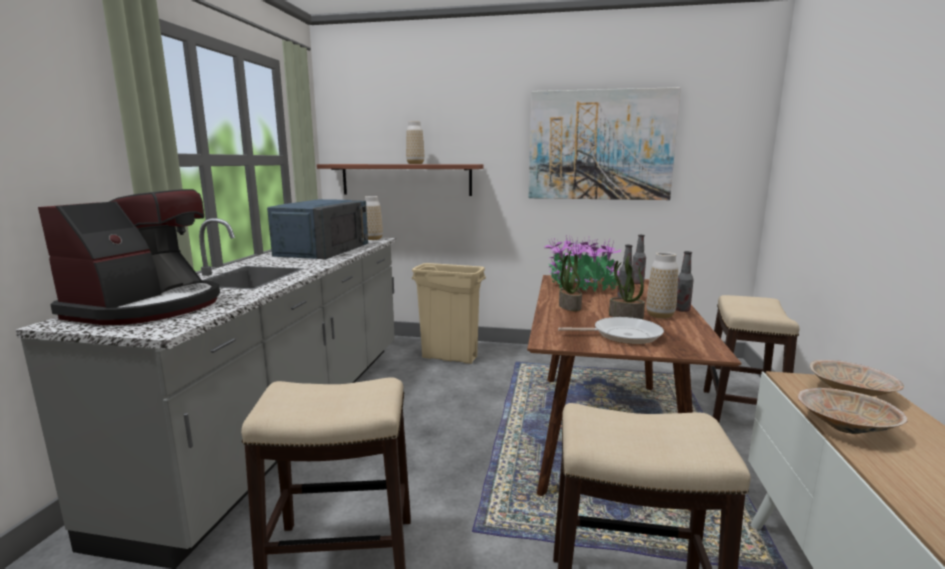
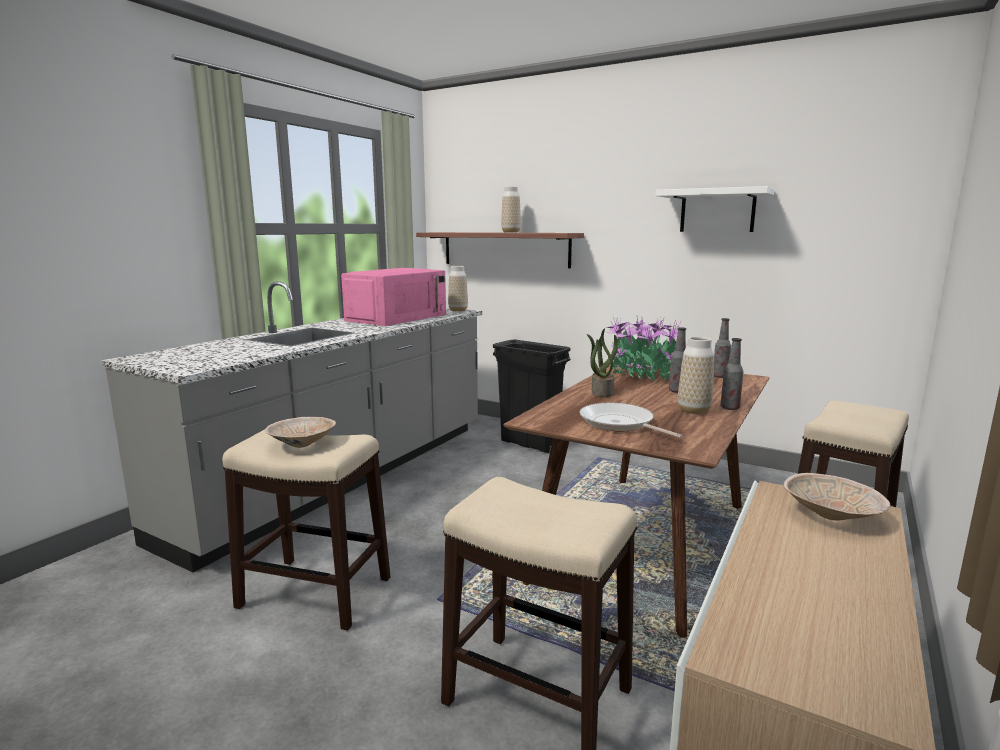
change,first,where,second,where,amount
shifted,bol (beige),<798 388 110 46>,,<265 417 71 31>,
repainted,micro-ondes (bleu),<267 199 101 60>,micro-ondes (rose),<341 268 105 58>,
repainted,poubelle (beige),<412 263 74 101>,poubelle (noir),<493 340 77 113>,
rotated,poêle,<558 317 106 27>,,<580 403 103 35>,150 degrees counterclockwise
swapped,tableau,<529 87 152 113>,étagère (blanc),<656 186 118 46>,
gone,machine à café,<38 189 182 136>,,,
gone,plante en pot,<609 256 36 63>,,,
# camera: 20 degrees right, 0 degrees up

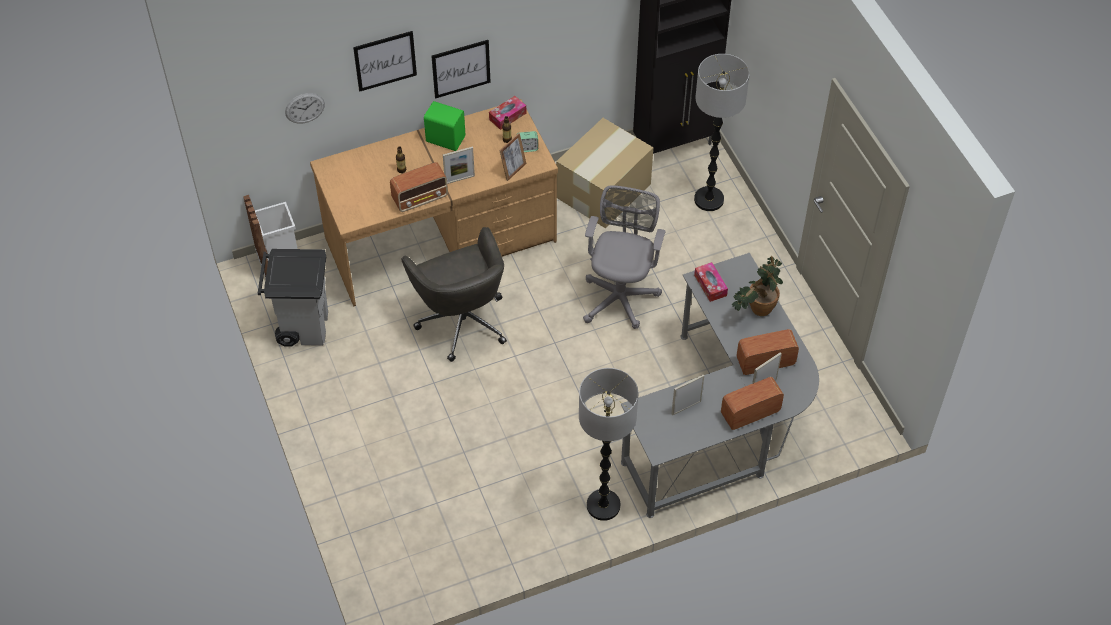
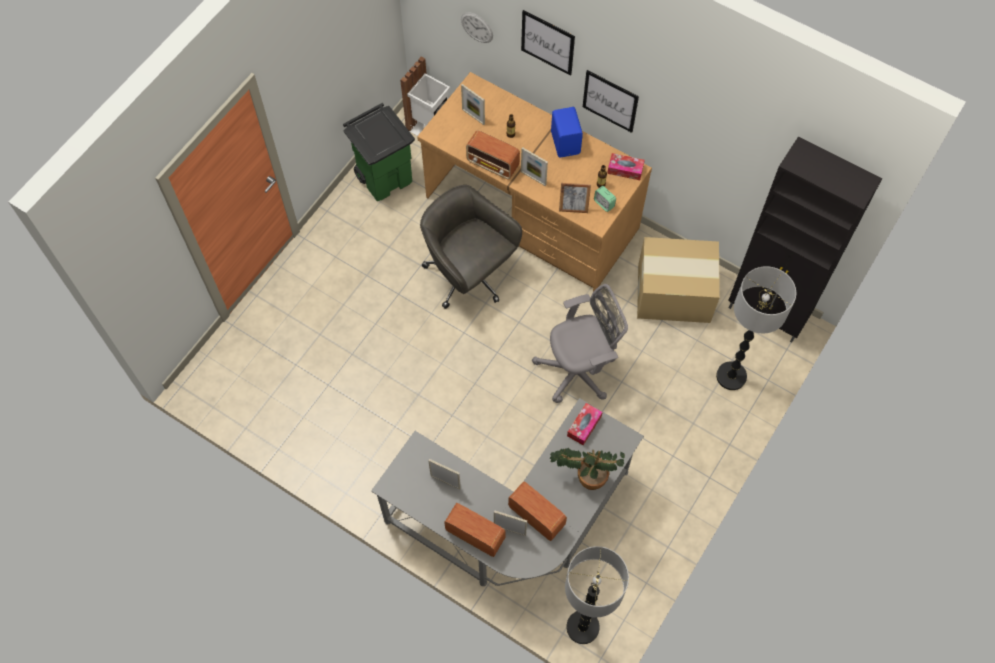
change,first,where,second,where,amount
repainted,poubelle (gris),<258 249 70 97>,poubelle (vert),<343 103 72 98>,
rotated,chaise de bureau (gris),<401 227 106 135>,,<420 185 102 124>,105 degrees clockwise
new,,,cadre photo,<461 84 24 41>,
repainted,enceinte (vert),<424 101 41 50>,enceinte (bleu),<551 107 32 50>,
shifted,lampadaire,<579 368 59 153>,,<565 546 64 98>,
# camera: 55 degrees right, 10 degrees up

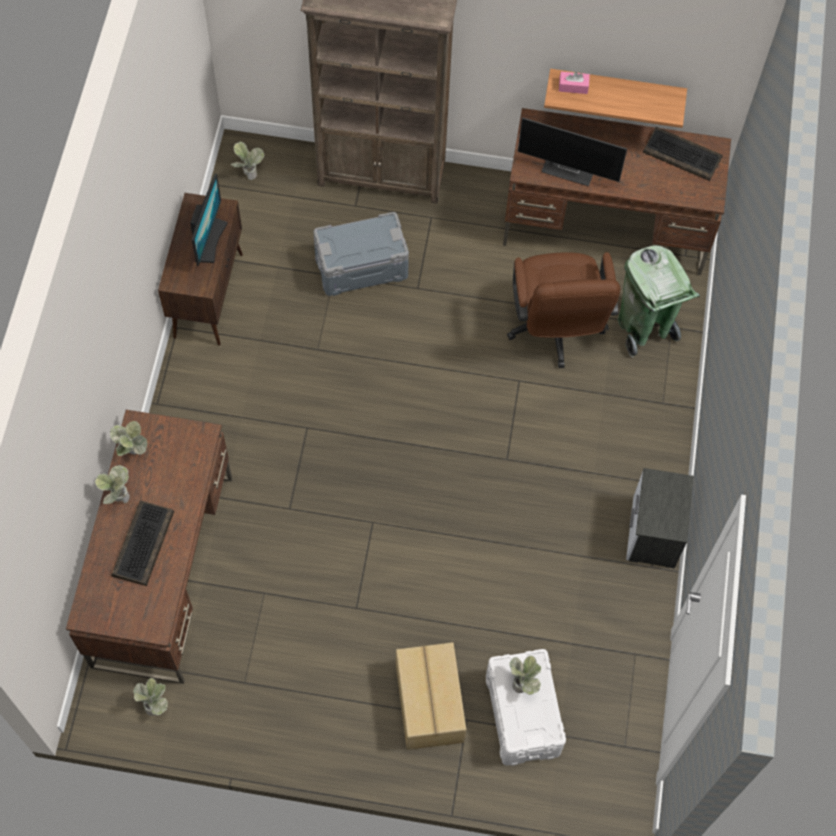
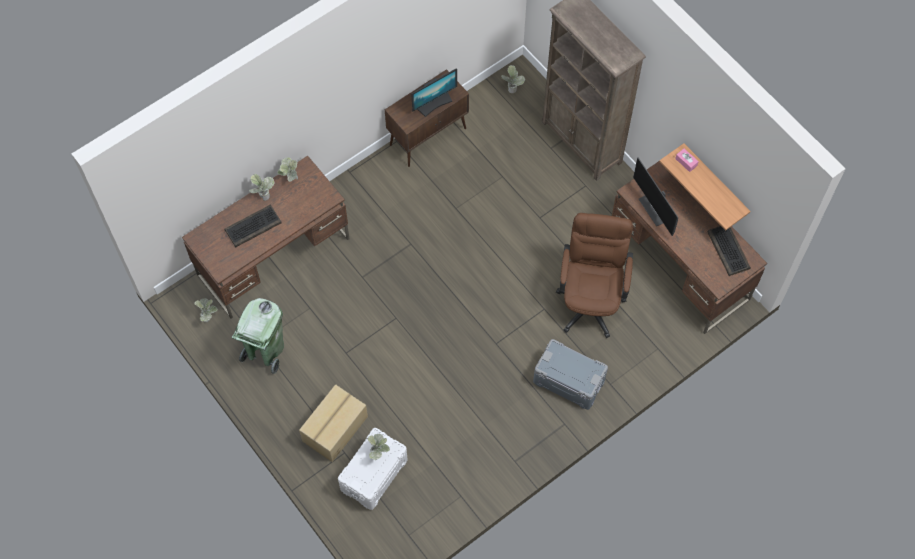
change,first,where,second,where,amount
shifted,poubelle (vert),<618 245 82 113>,,<232 298 52 76>,
shifted,boîte de rangement (gris),<313 212 96 84>,,<533 339 75 71>,
rotated,chaise de bureau (marron),<507 252 113 116>,,<556 213 77 125>,150 degrees clockwise
gone,table de chevet,<626 468 68 100>,,,
# camera: 45 degrees right, 0 degrees up

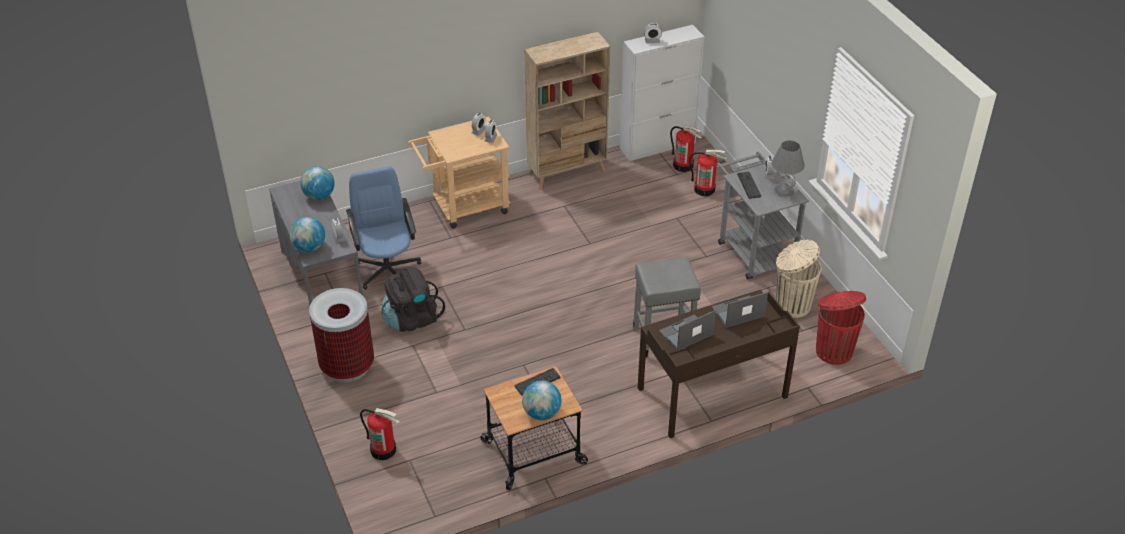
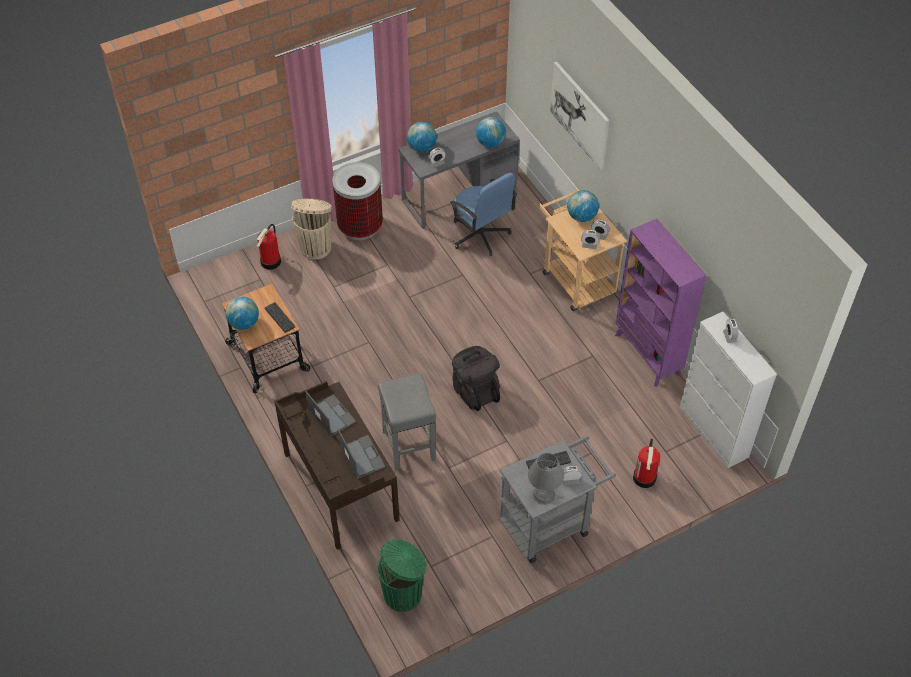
change,first,where,second,where,amount
shifted,poubelle (beige),<776 240 45 78>,,<291 199 41 61>,
repainted,poubelle (rouge),<816 291 50 74>,poubelle (vert),<377 539 50 73>,
rotated,chaise de bureau (bleu),<346 166 75 124>,,<450 173 67 83>,75 degrees clockwise
shifted,sac à dos (noir),<381 266 64 66>,,<452 346 48 65>,
new,,,tableau,<550 62 59 108>,
new,,,globe,<567 190 32 32>,
repainted,bibliothèque (beige),<524 31 86 159>,bibliothèque (violet),<615 219 91 168>,
gone,extincteur,<670 126 32 46>,,,
# camera: 85 degrees right, 10 degrees up

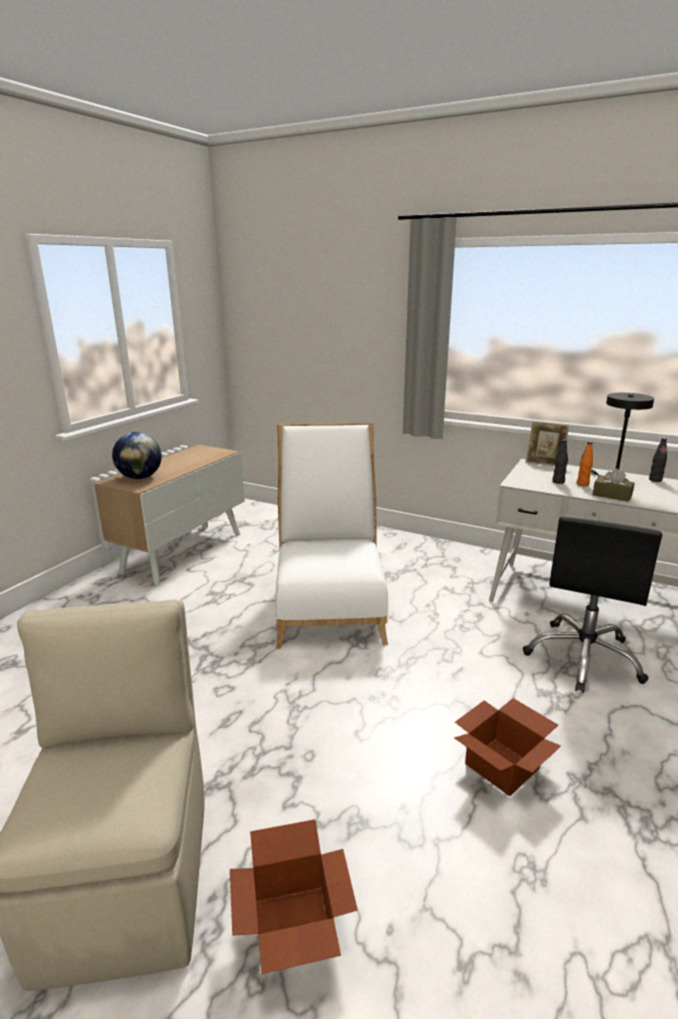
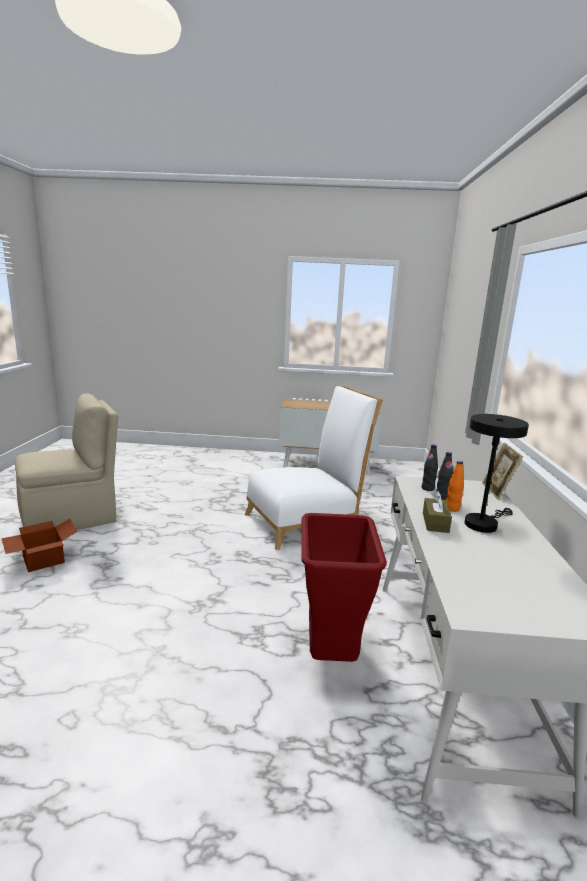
change,first,where,second,where,amount
swapped,chaise de bureau (noir),<523 516 139 177>,poubelle (rouge),<302 513 85 149>,
shifted,bouteille (noir),<649 438 18 44>,,<422 444 16 47>,
gone,globe,<112 432 50 47>,,,
gone,carton,<454 698 107 98>,,,
# camera: 65 degrees right, 5 degrees down

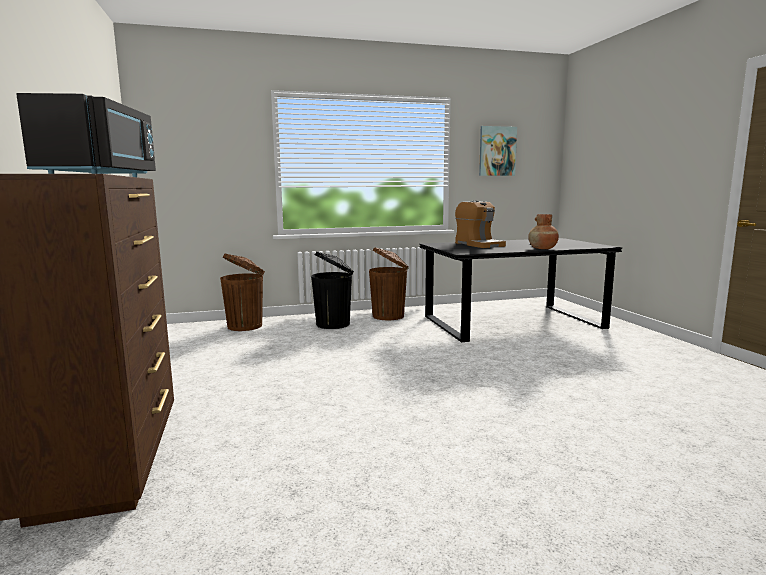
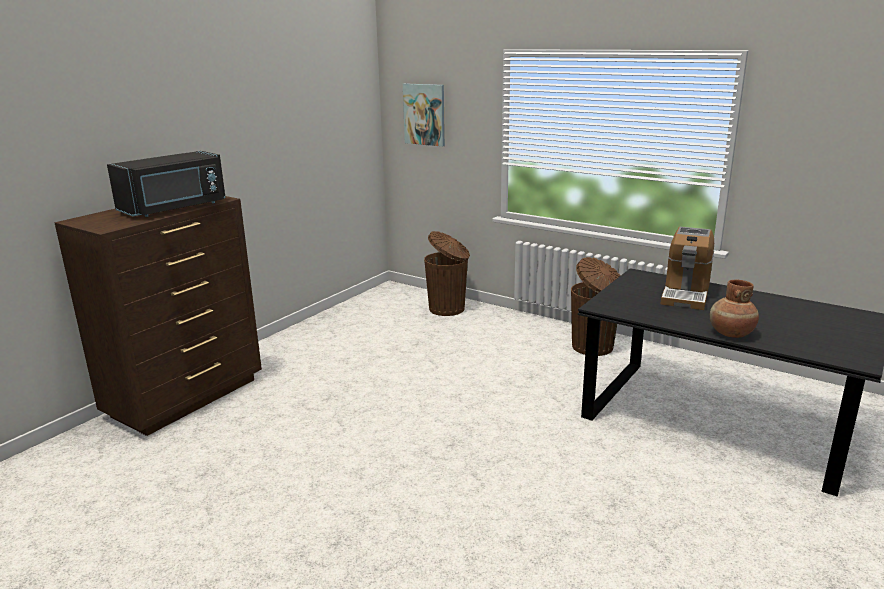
change,first,where,second,where,amount
shifted,tableau,<479 126 38 50>,,<403 83 42 64>,
gone,poubelle (noir),<311 252 43 77>,,,
# camera: 50 degrees right, 10 degrees up

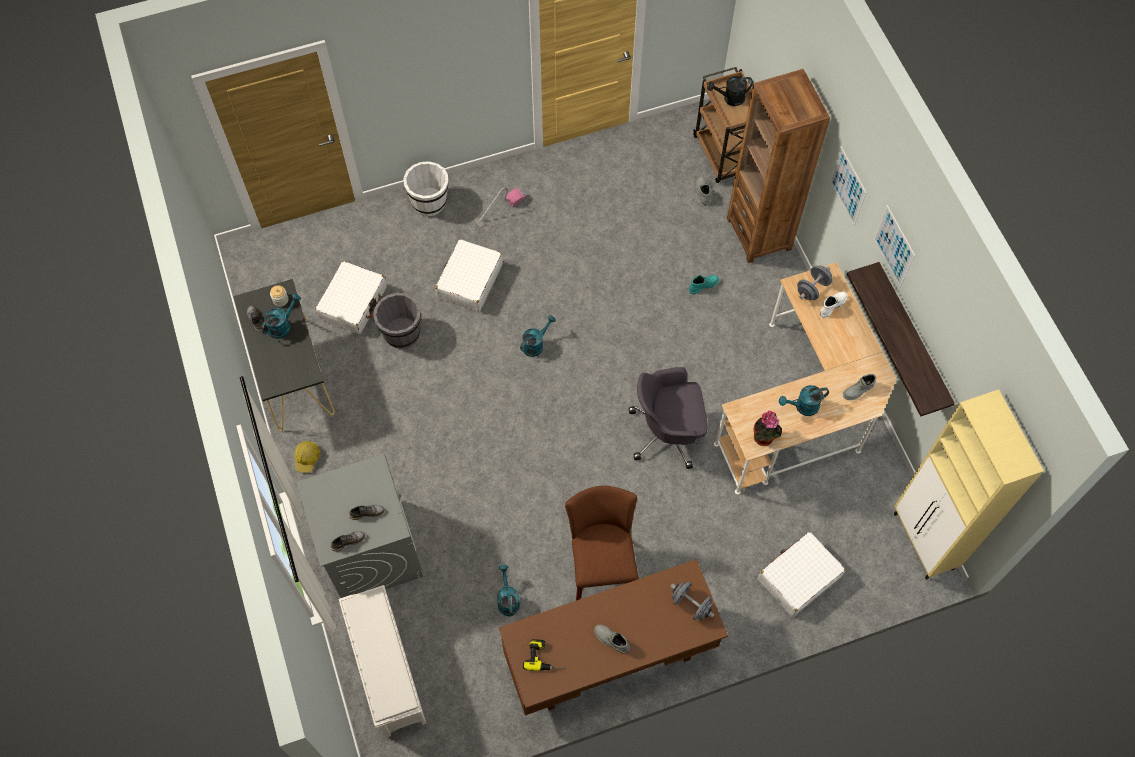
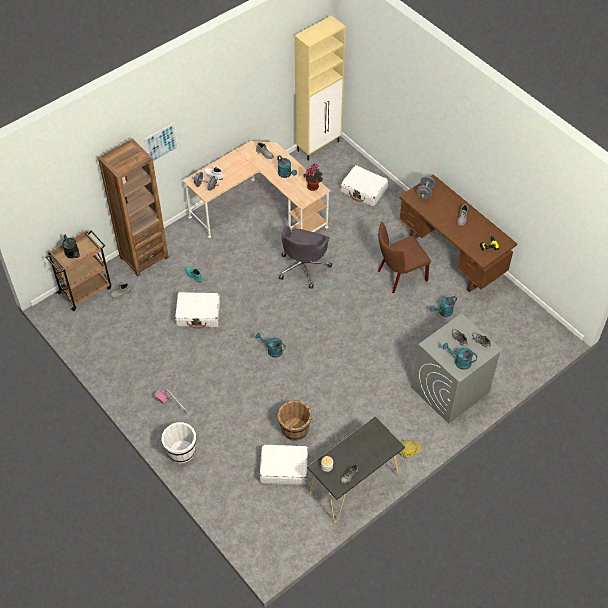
change,first,where,second,where,amount
shifted,valise (blanc),<436 239 67 73>,,<175 292 45 37>,
repainted,seau (gris),<373 293 48 56>,seau (marron),<278 400 34 41>,
rotated,chaise de bureau (gris),<629 367 79 102>,,<279 226 53 63>,45 degrees clockwise
shifted,arrosoir (turquoise),<261 294 40 45>,,<443 343 34 27>,
gone,étagère à chaussures (blanc),<339 585 88 153>,,,
gone,étagère,<847 262 108 154>,,,
gone,tableau,<874 205 41 83>,,,
# camera: 110 degrees left, 10 degrees down

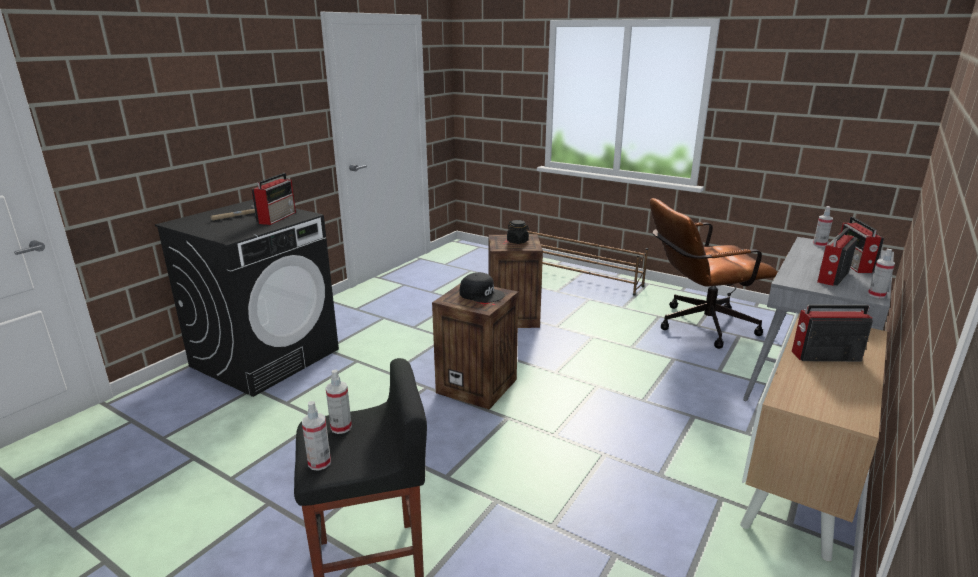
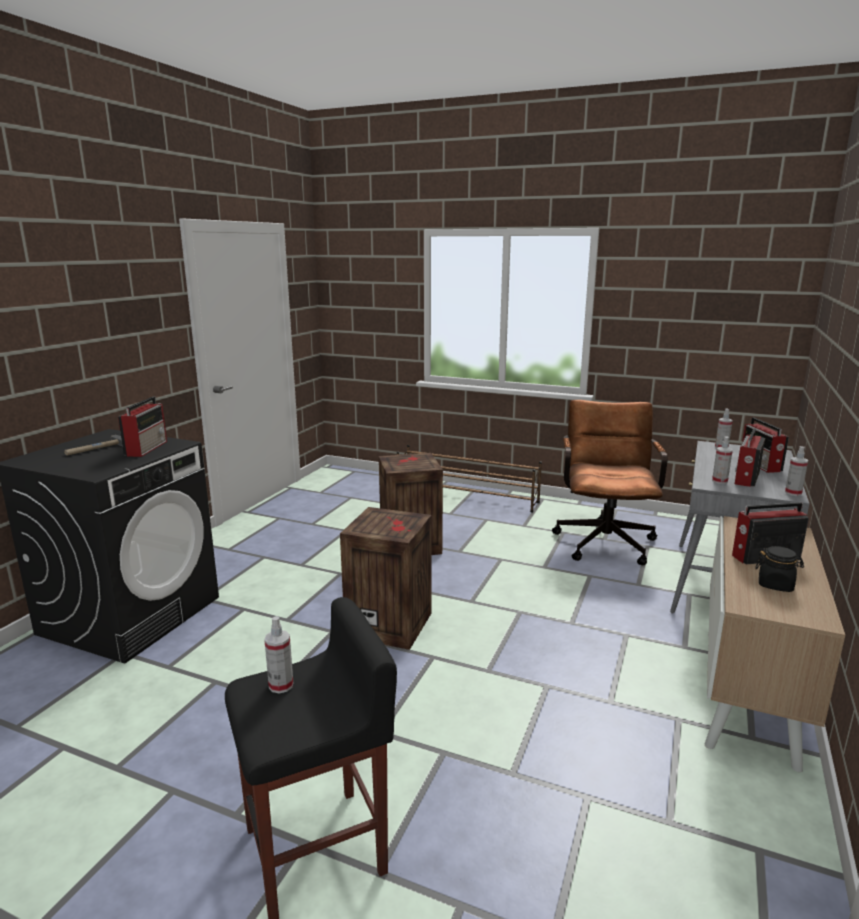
change,first,where,second,where,amount
rotated,chaise de bureau (marron),<650 198 128 151>,,<552 400 116 165>,120 degrees clockwise
shifted,vaporisateur,<302 401 29 70>,,<712 436 21 48>,
shifted,bocal (noir),<507 220 22 24>,,<755 546 49 46>,
gone,casquette (noir),<459 272 46 31>,,,
# camera: 10 degrees left, 5 degrees down

